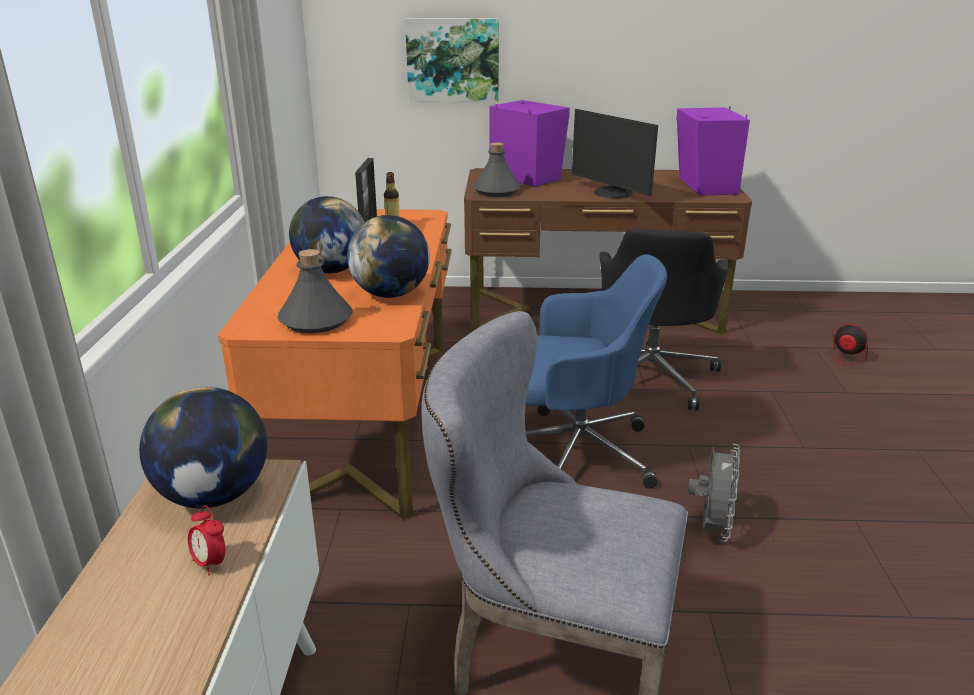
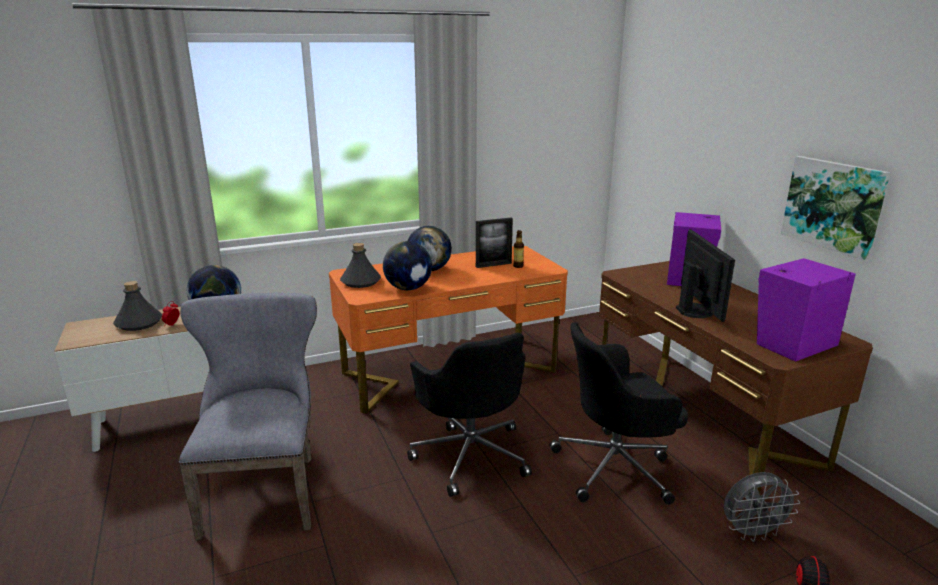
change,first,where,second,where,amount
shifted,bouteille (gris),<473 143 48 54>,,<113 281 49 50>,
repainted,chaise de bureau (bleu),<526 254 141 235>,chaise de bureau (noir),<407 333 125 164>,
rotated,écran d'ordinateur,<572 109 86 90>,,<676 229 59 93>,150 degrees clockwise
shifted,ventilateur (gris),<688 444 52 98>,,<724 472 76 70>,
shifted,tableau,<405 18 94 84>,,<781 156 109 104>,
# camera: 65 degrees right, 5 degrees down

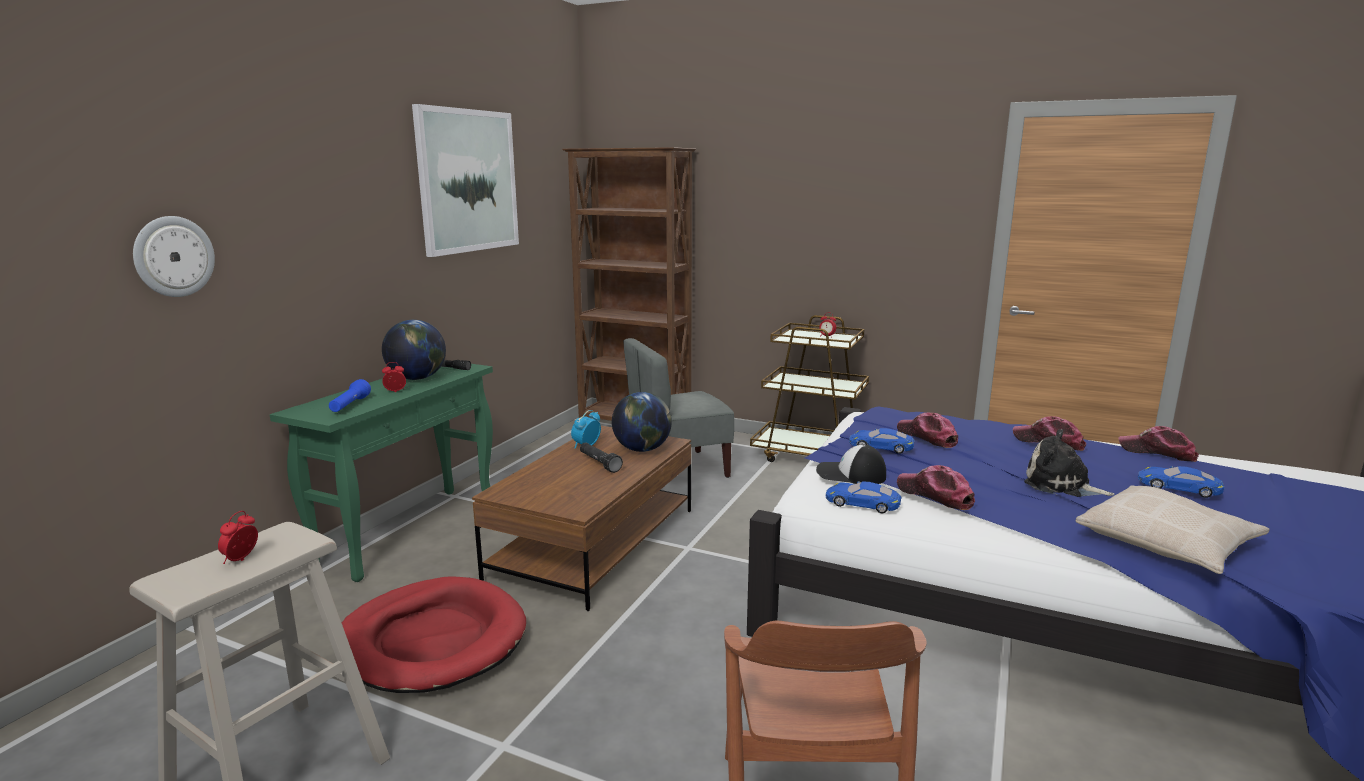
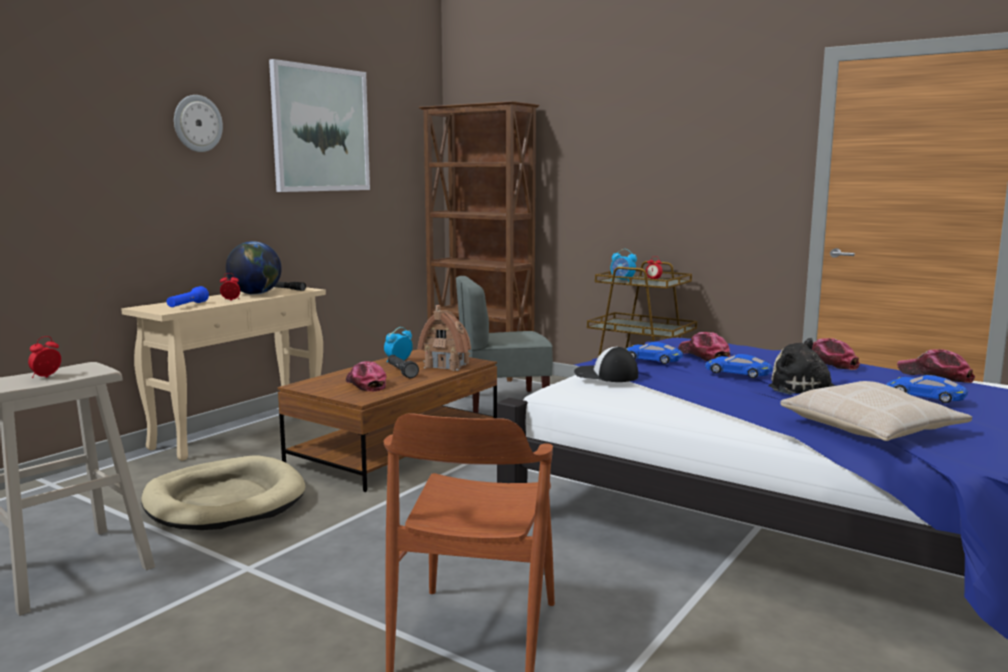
change,first,where,second,where,amount
repainted,table console (vert),<270 364 223 218>,table console (beige),<121 287 205 174>,
repainted,panier pour chien (rouge),<342 577 184 116>,panier pour chien (beige),<141 456 165 74>,
shifted,horloge murale,<133 216 82 81>,,<174 95 49 57>,
shifted,casquette,<897 465 78 45>,,<346 361 41 31>,
swapped,globe,<612 392 60 60>,maison miniature,<417 305 54 66>,
new,,,réveil,<610 249 27 32>,
shifted,petite voiture (bleu),<826 481 76 32>,,<705 354 68 24>,
# camera: 10 degrees right, 5 degrees down

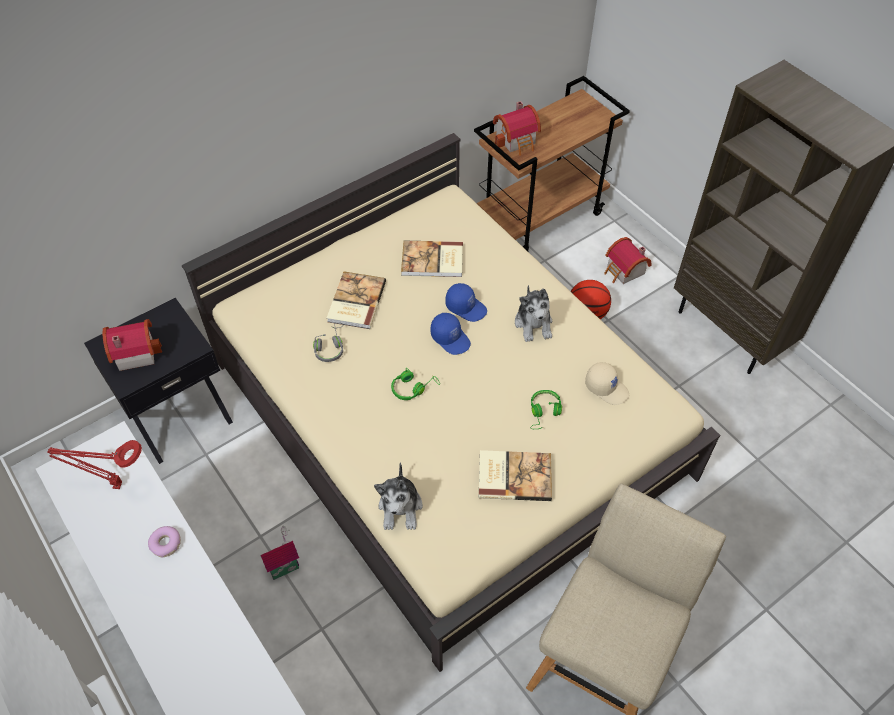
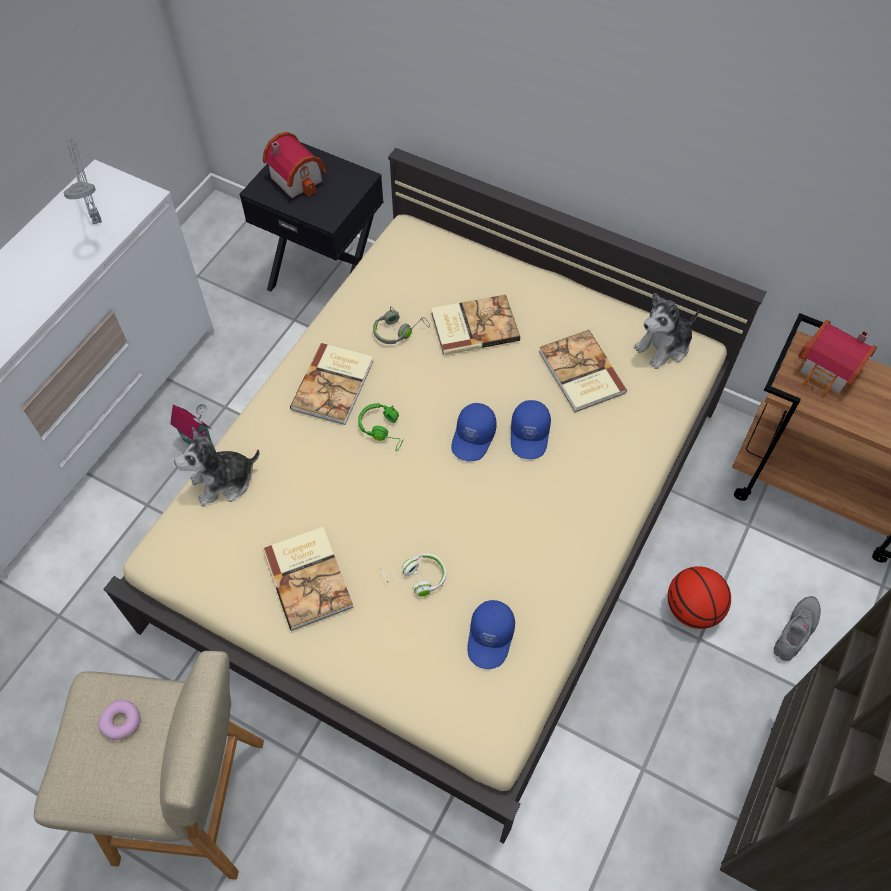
change,first,where,second,where,amount
repainted,lampe de table (rouge),<47 440 95 49>,lampe de table (gris),<64 139 38 85>,
shifted,beignet,<148 526 33 31>,,<98 700 43 40>,
new,,,livre,<290 343 83 82>,
repainted,casque audio (vert),<530 390 32 39>,casque audio (blanc),<380 553 66 44>,
repainted,casquette (beige),<585 362 44 43>,casquette (bleu),<468 600 47 69>,
shifted,peluche,<515 285 38 57>,,<634 293 65 76>,
swapped,maison miniature,<604 237 48 47>,chaussure (gris),<774 596 47 65>,
# camera: 65 degrees right, 5 degrees up

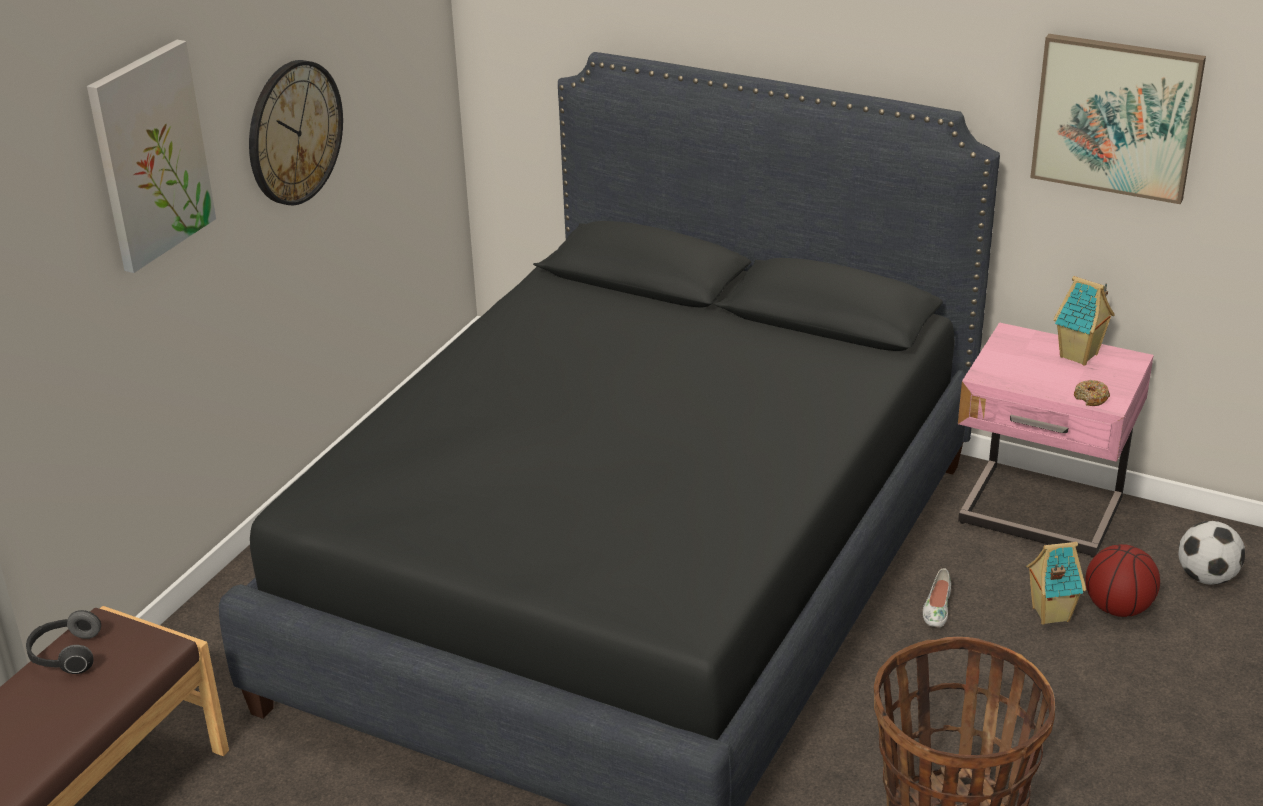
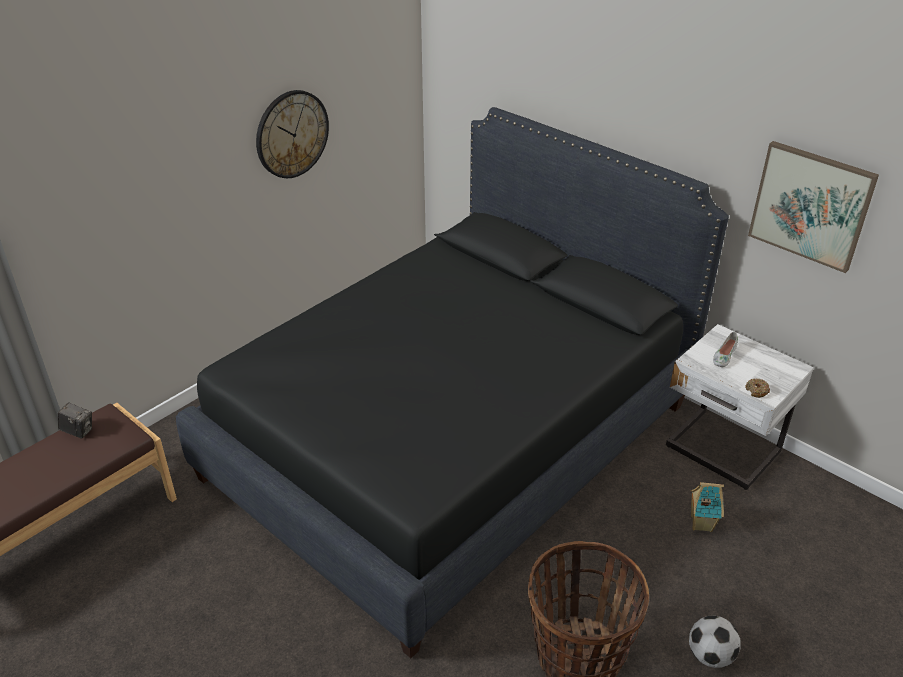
change,first,where,second,where,amount
swapped,casque audio,<26 610 75 64>,appareil photo,<58 403 34 36>,
repainted,table de chevet (rose),<958 322 196 236>,table de chevet (blanc),<666 324 148 166>,
shifted,ballon de foot,<1178 521 67 64>,,<689 616 52 52>,
shifted,chaussure (blanc),<923 568 28 59>,,<713 332 25 35>,
gone,tableau,<87 40 129 233>,,,
gone,maison miniature,<1053 276 62 90>,,,
gone,ballon de basket,<1085 544 75 73>,,,
# camera: 15 degrees right, 5 degrees up

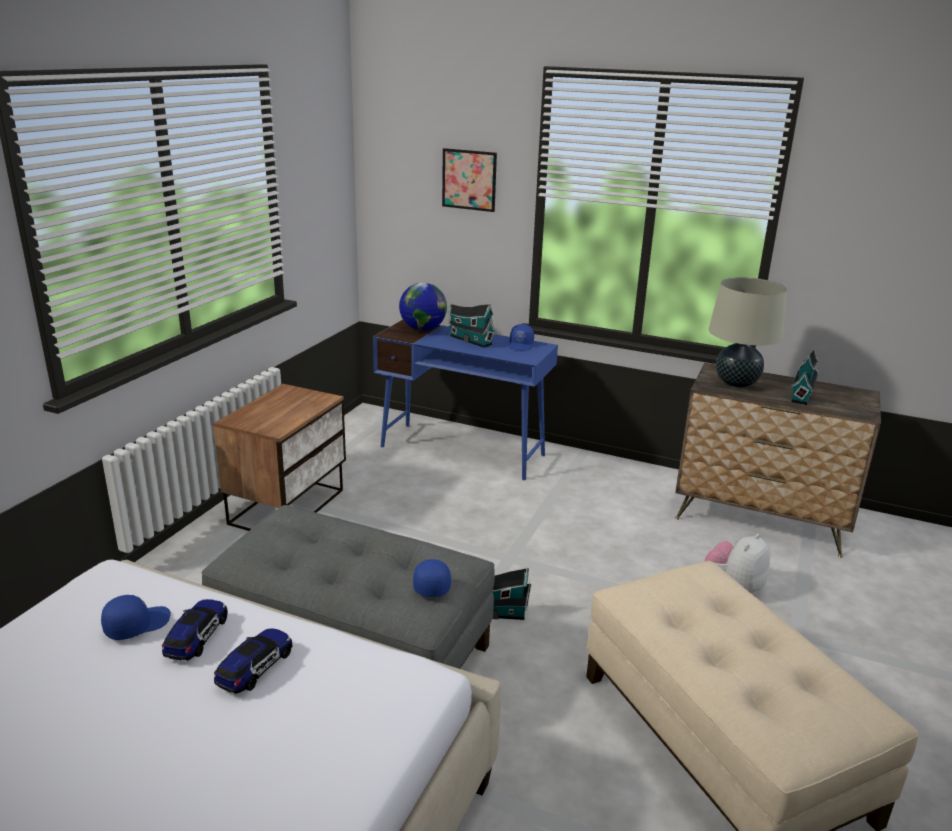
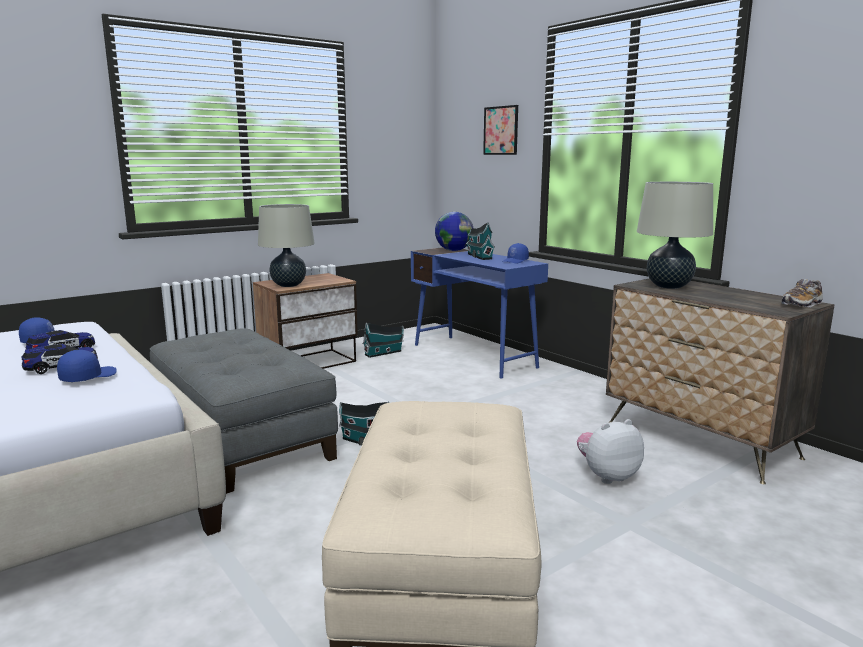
change,first,where,second,where,amount
shifted,casquette (bleu),<413 559 38 38>,,<57 350 60 32>,
new,,,lampe de table (beige),<258 204 57 83>,
shifted,maison miniature,<791 350 28 55>,,<363 323 41 35>,
new,,,chaussure,<782 279 41 28>,
# camera: 30 degrees right, 10 degrees down

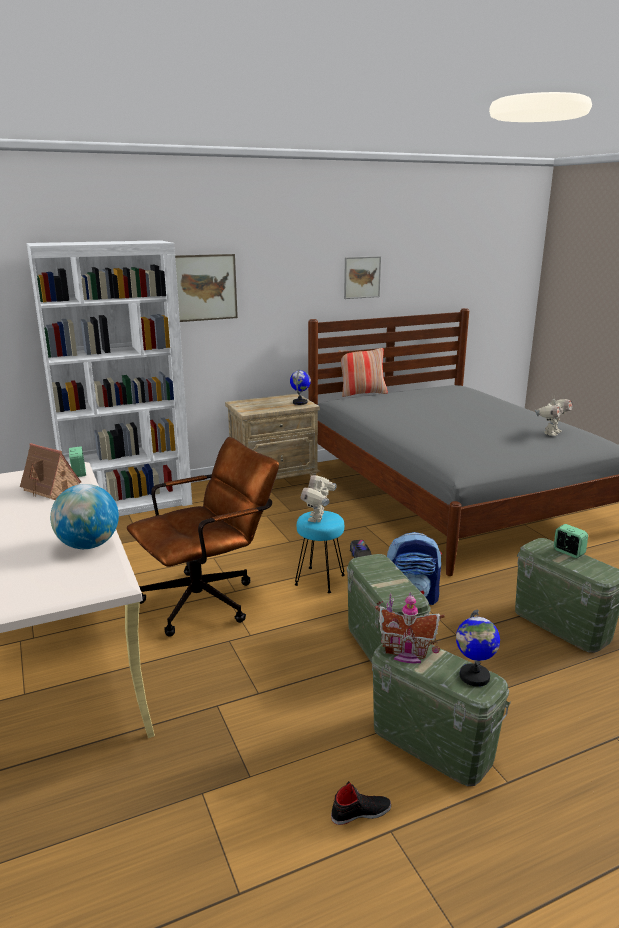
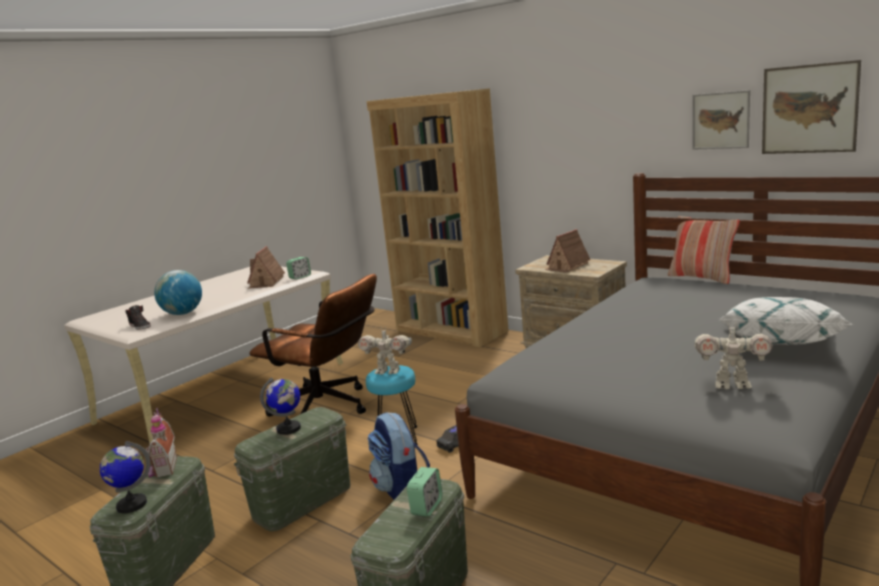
change,first,where,second,where,amount
shifted,chaussure (noir),<331 781 60 44>,,<125 305 26 25>,
shifted,globe,<290 369 21 36>,,<260 378 41 57>,
rotated,robot jouet,<300 475 37 47>,,<358 328 54 47>,150 degrees counterclockwise
repainted,bibliothèque (blanc),<27 240 165 276>,bibliothèque (marron),<367 88 142 259>,
new,,,maison miniature,<545 229 45 44>,
new,,,coussin (blanc),<720 297 133 48>,
shifted,tableau,<175 254 63 68>,,<762 60 99 94>,
# camera: 65 degrees right, 5 degrees down

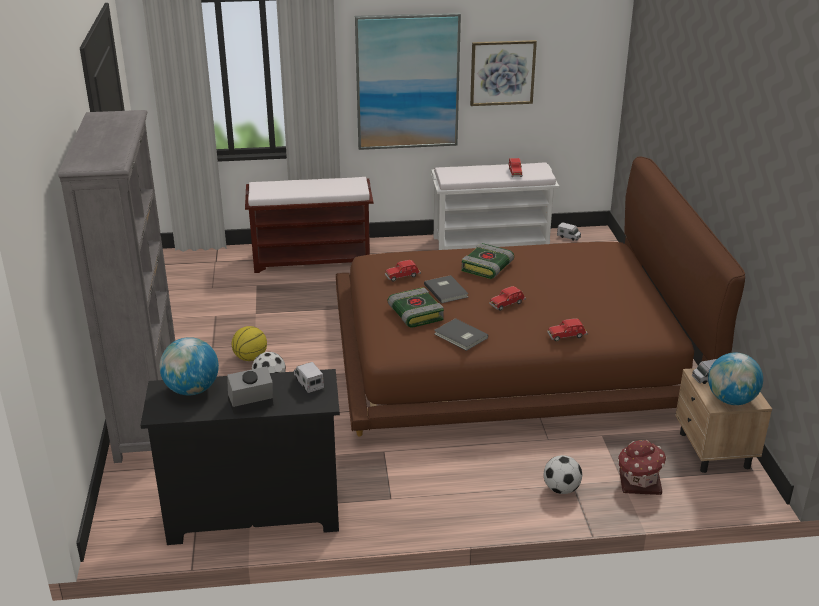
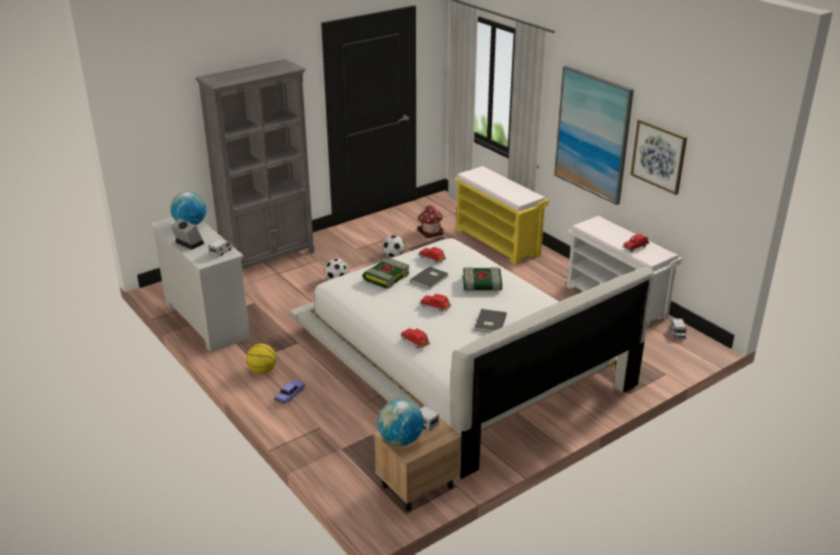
change,first,where,second,where,amount
repainted,commode (noir),<140 369 200 176>,commode (blanc),<150 217 100 136>,
shifted,ballon de basket,<232 326 35 35>,,<246 344 30 30>,
new,,,petite voiture,<274 380 32 24>,
repainted,lit (marron),<336 156 409 280>,lit (blanc),<289 238 365 241>,
shifted,ballon de foot,<544 455 38 39>,,<383 235 22 22>,
shifted,maison miniature,<617 440 50 55>,,<417 205 27 34>,
repainted,banc (marron),<245 177 128 96>,banc (jaune),<454 166 95 100>,
shifted,livre (gris),<434 318 54 33>,,<474 309 33 24>,
# camera: 60 degrees right, 0 degrees up

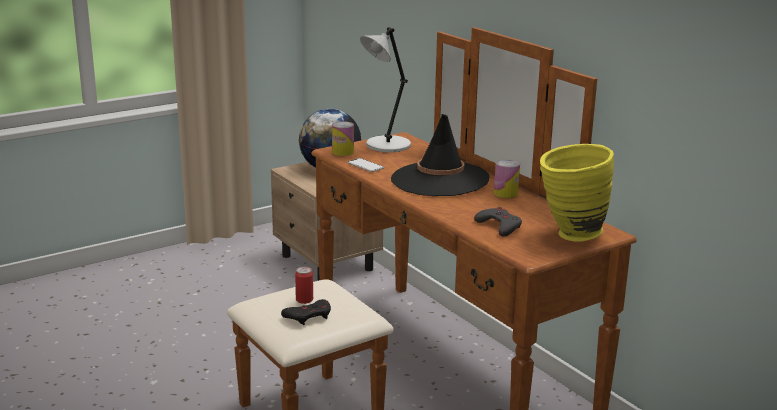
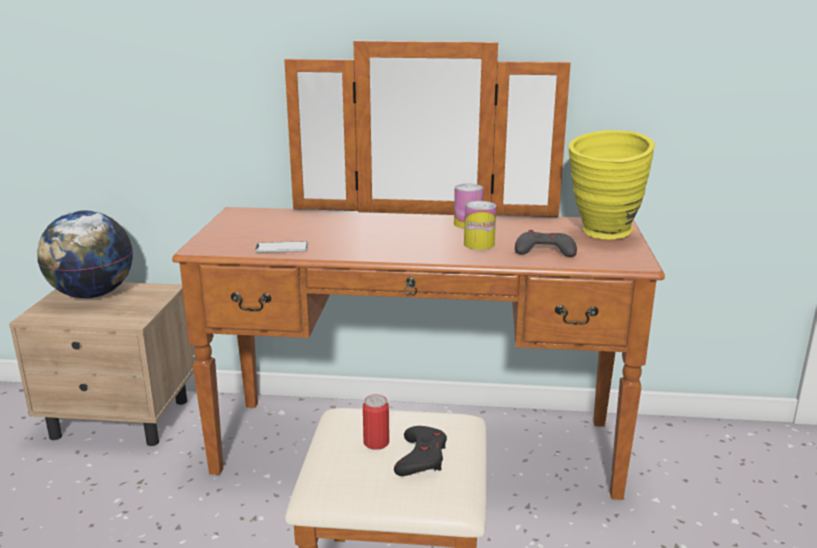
change,first,where,second,where,amount
shifted,boîte métallique,<332 121 22 35>,,<464 201 32 49>,
gone,lampe de table (gris),<360 27 51 125>,,,
gone,chapeau (noir),<391 114 98 82>,,,
# camera: 50 degrees left, 0 degrees up

